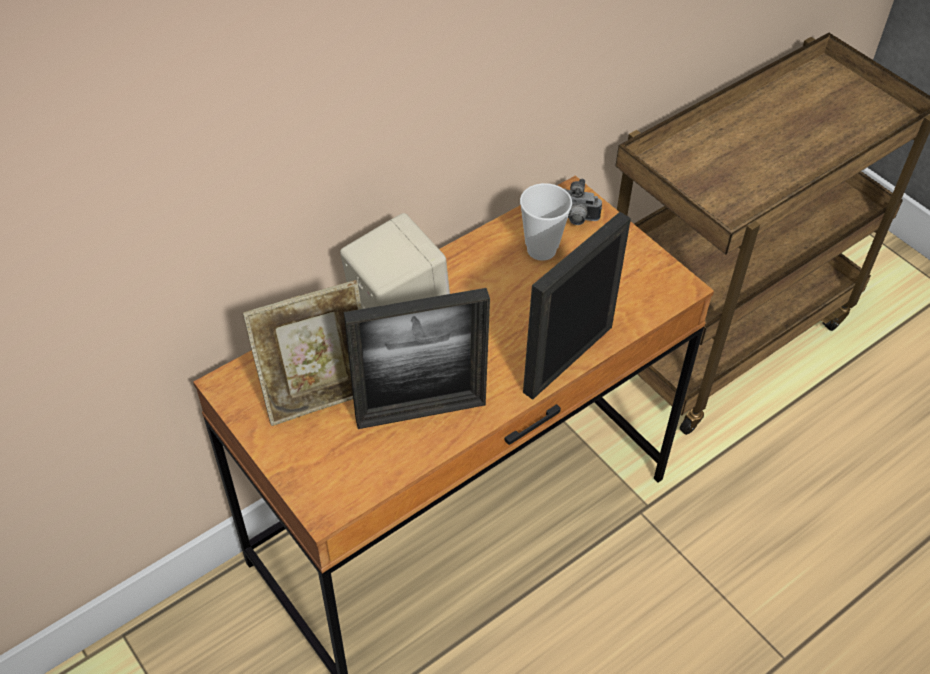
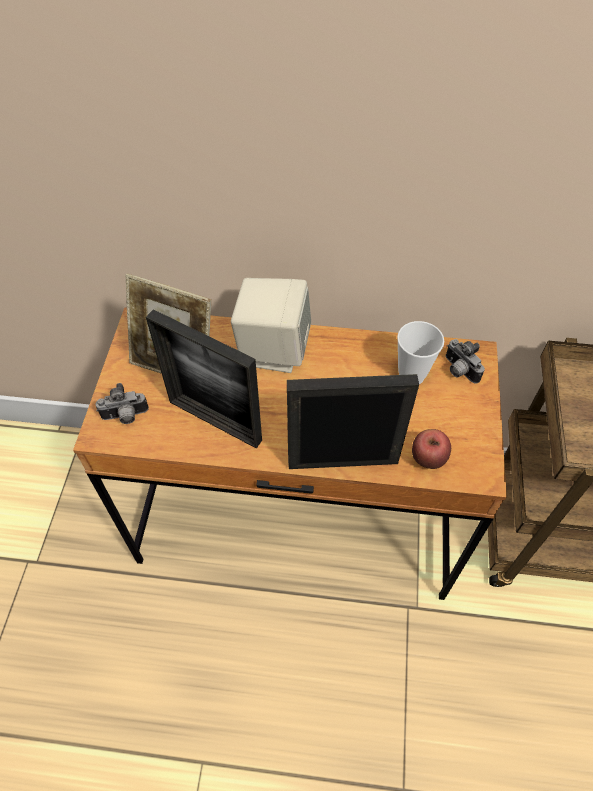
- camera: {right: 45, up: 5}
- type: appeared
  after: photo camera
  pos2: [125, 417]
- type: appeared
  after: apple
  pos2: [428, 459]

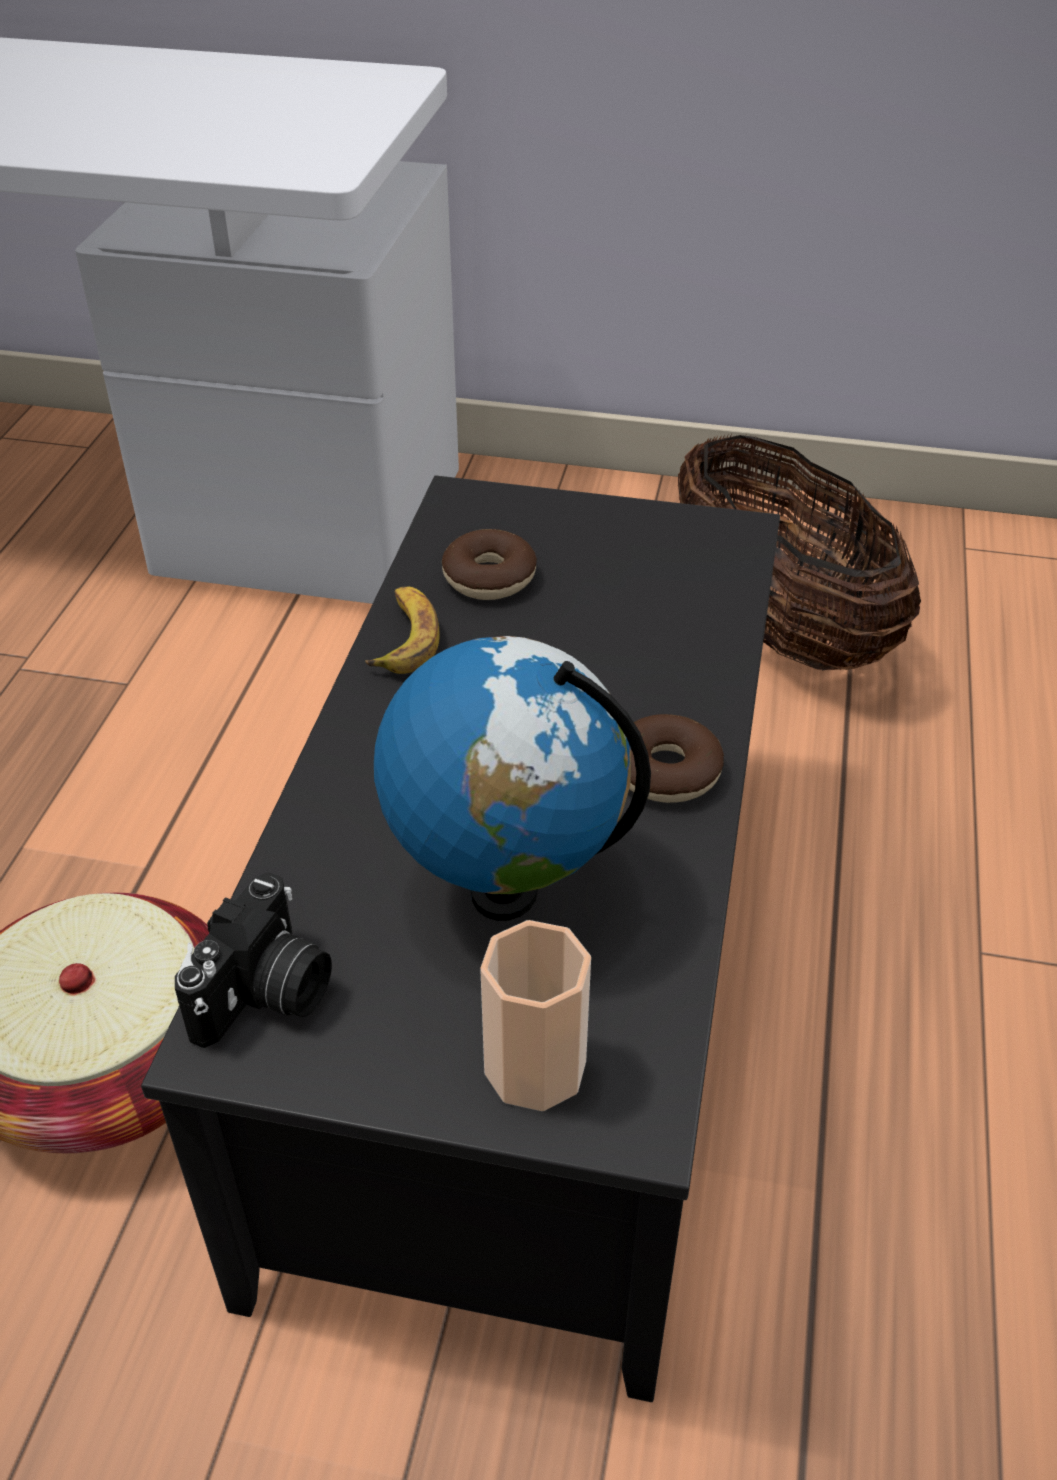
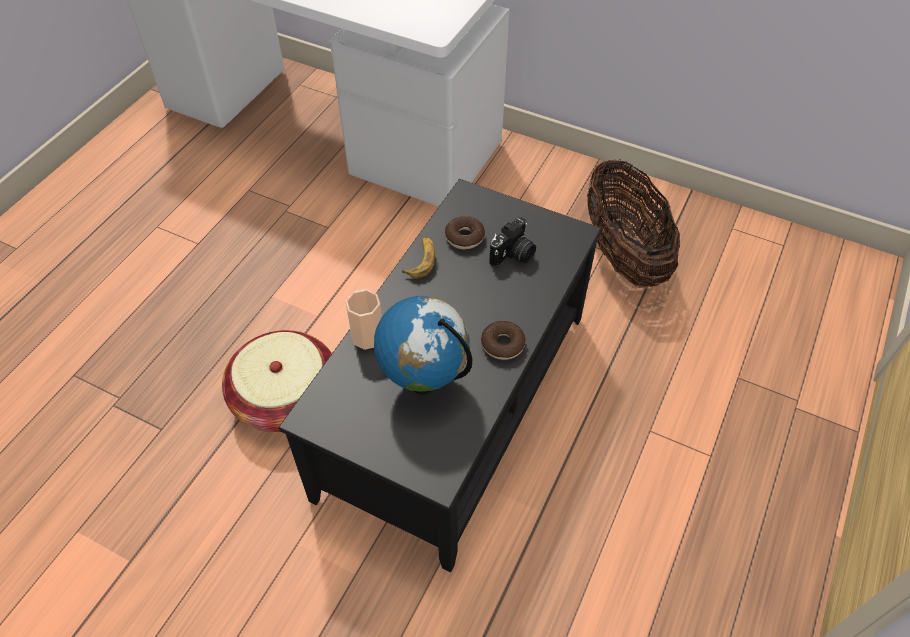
- camera: {right: 15, up: 10}
- type: relocated
  before: photo camera
  pos1: [266, 995]
  pos2: [513, 255]
- type: relocated
  before: cup
  pos1: [535, 1067]
  pos2: [367, 336]

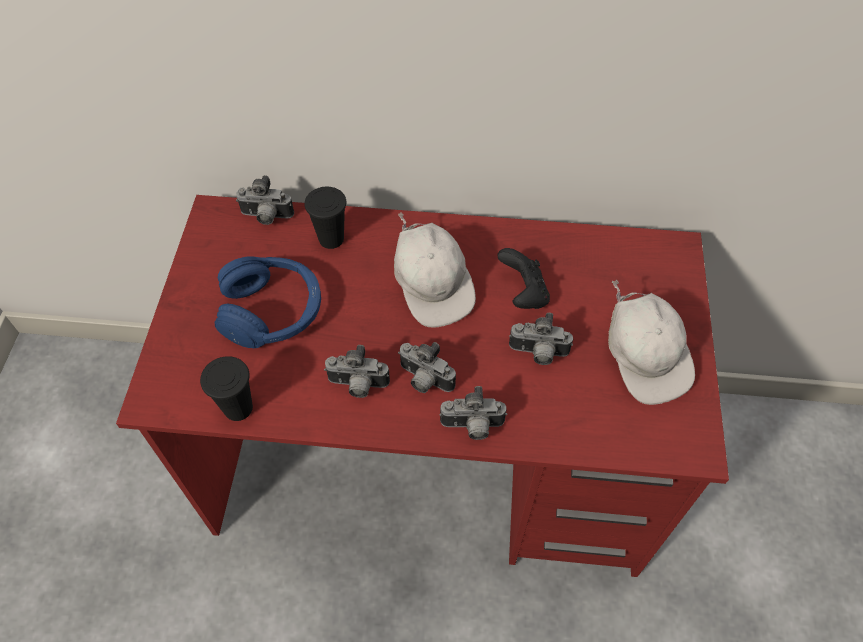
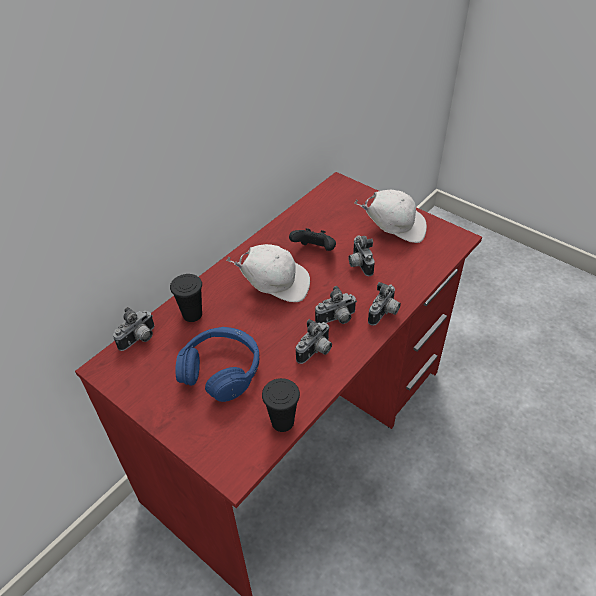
- camera: {right: -55, up: -10}
- type: spun
  before: photo camera
  pos1: [538, 354]
  pos2: [359, 264]
  turn: 120

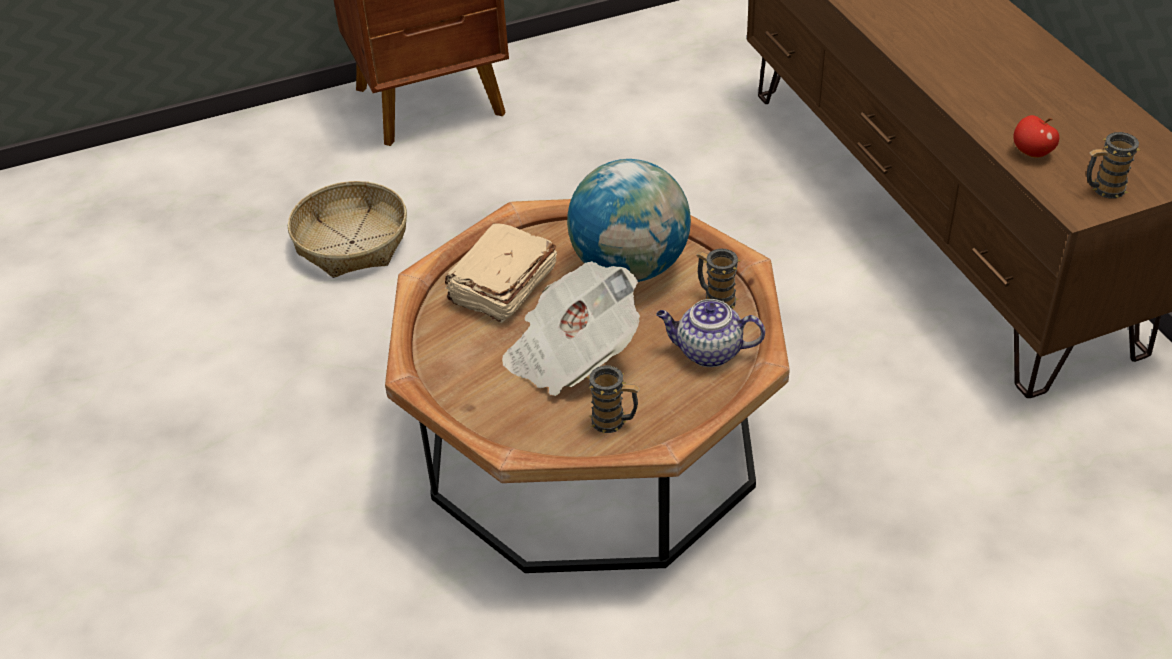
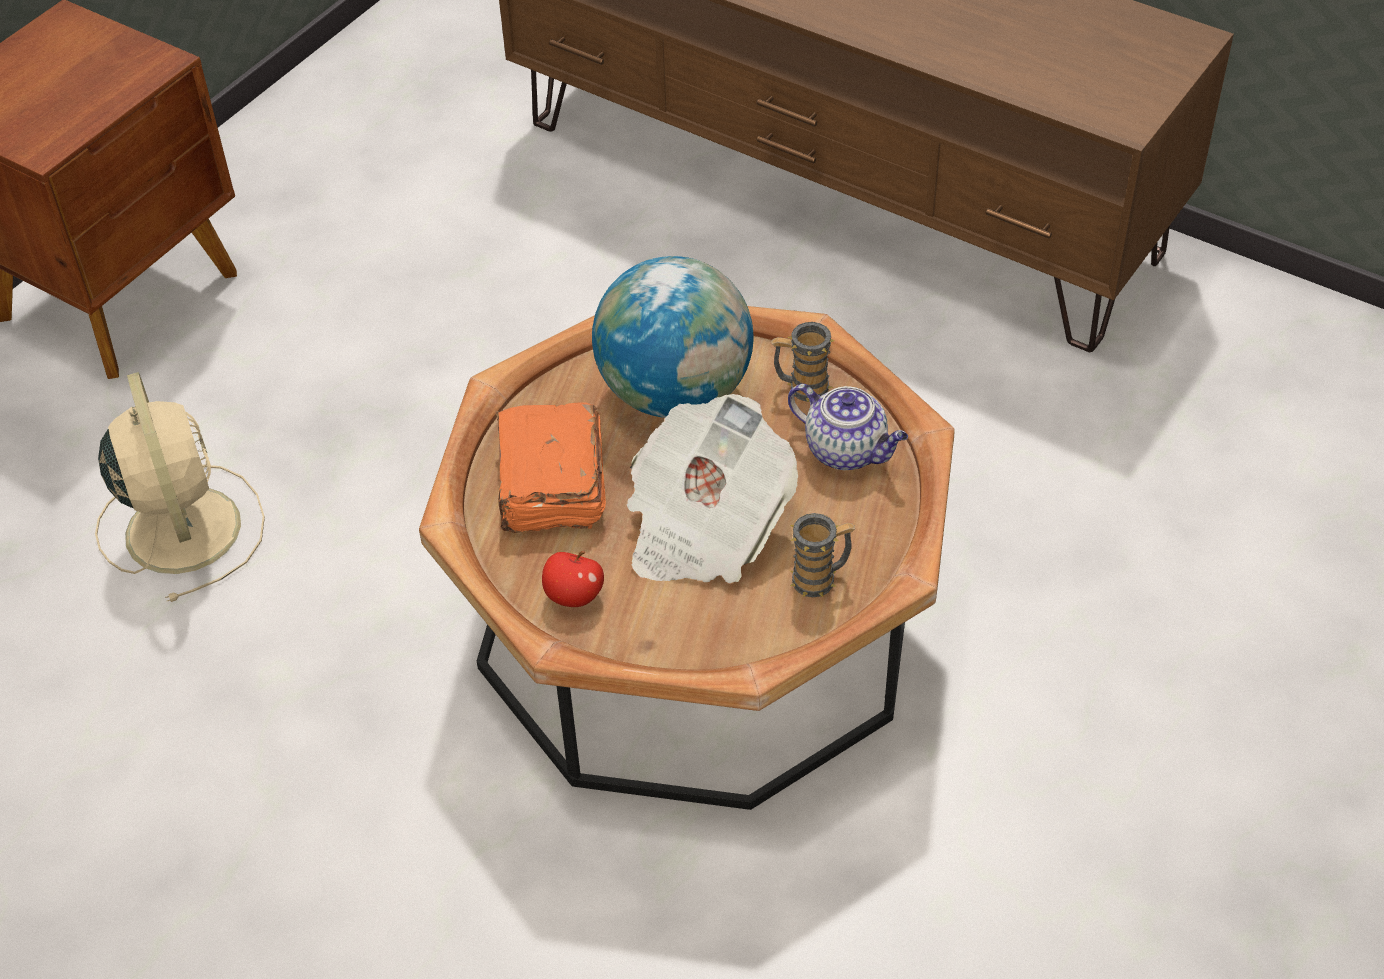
- camera: {right: -35, up: 5}
- type: exchanged
  before: basket
  after: fan (beige)
  pos1: [351, 242]
  pos2: [182, 526]
- type: colour
  before: book (beige)
  after: book (orange)
  pos1: [501, 287]
  pos2: [550, 486]
- type: spun
  before: teapot
  pos1: [708, 352]
  pos2: [847, 451]
  turn: -120
- type: relocated
  before: apple
  pos1: [1032, 152]
  pos2: [573, 596]
- type: missing
  before: mug
  pos1: [1103, 190]

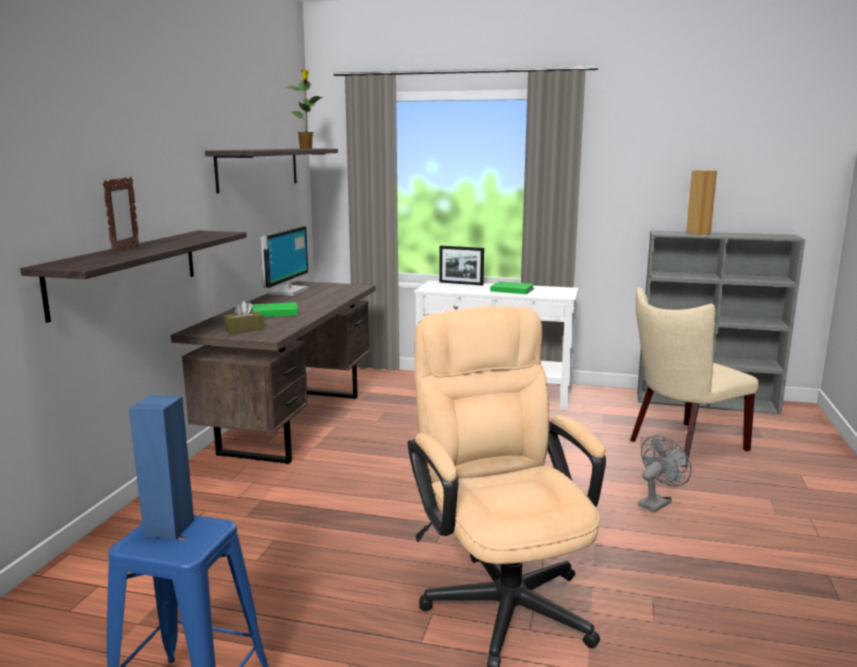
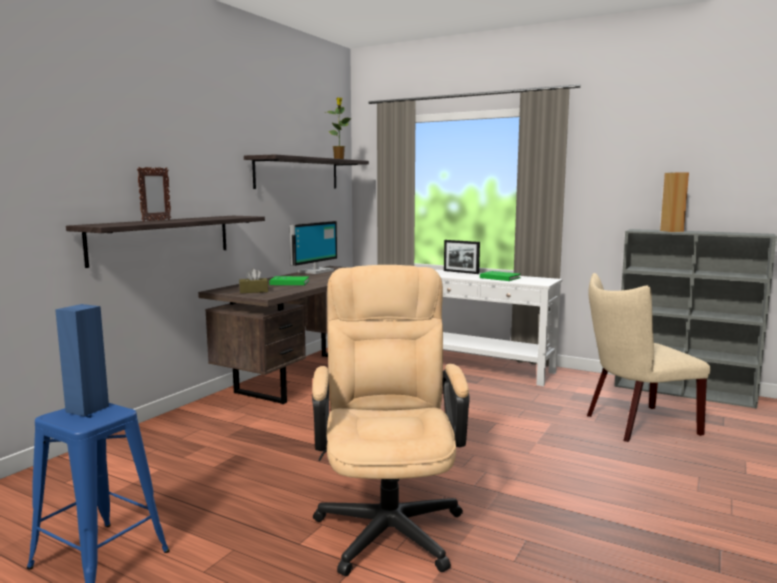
- camera: {right: 15, up: -5}
- type: missing
  before: fan (grey)
  pos1: [657, 502]

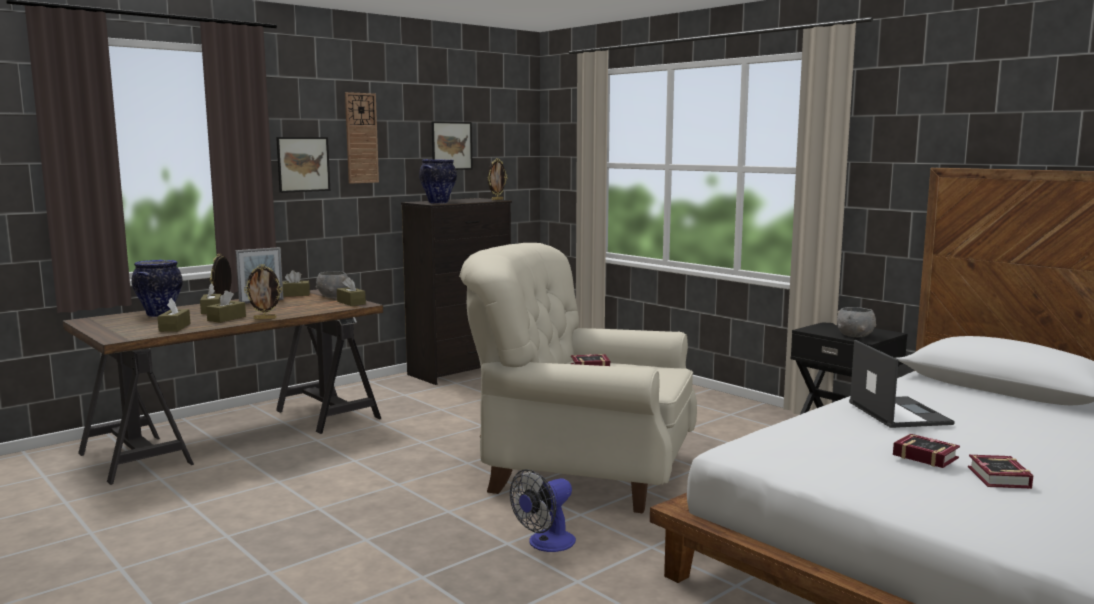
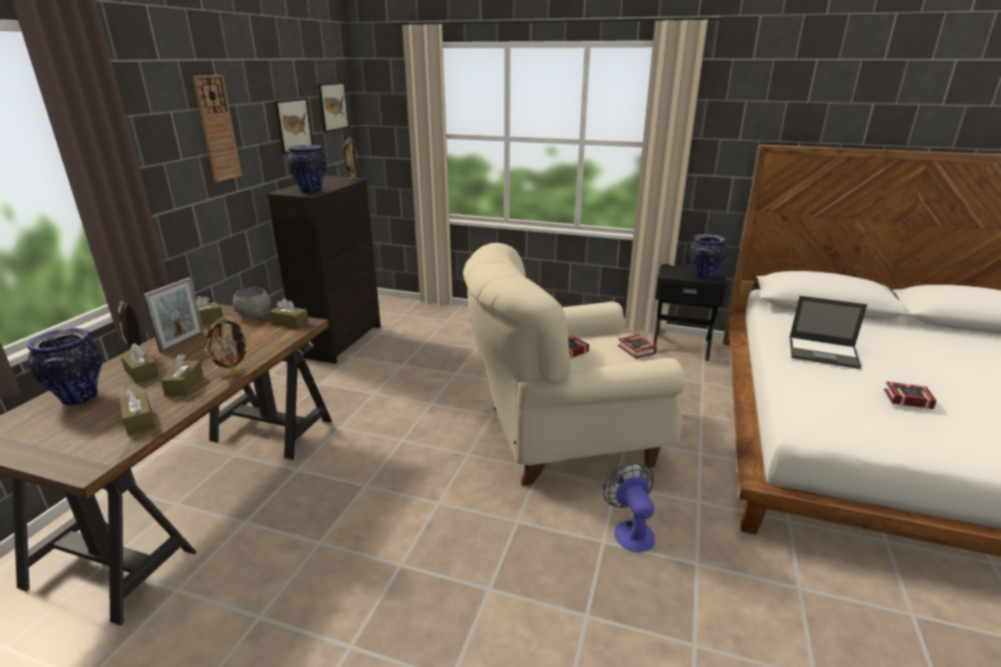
- camera: {right: -30, up: 15}
- type: relocated
  before: picture
  pos1: [303, 164]
  pos2: [333, 106]
- type: spun
  before: fan
  pos1: [545, 544]
  pos2: [630, 530]
  turn: 150
- type: exchanged
  before: bowl (grey)
  after: vase
  pos1: [855, 336]
  pos2: [703, 276]
- type: spun
  before: laptop
  pos1: [898, 412]
  pos2: [824, 353]
  turn: 150
- type: relocated
  before: book
  pos1: [998, 478]
  pos2: [636, 350]

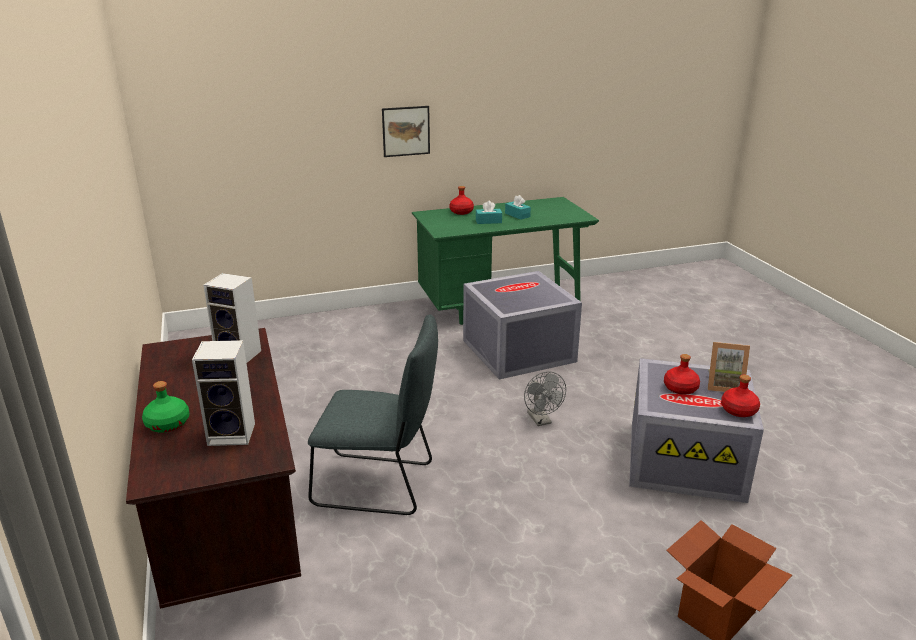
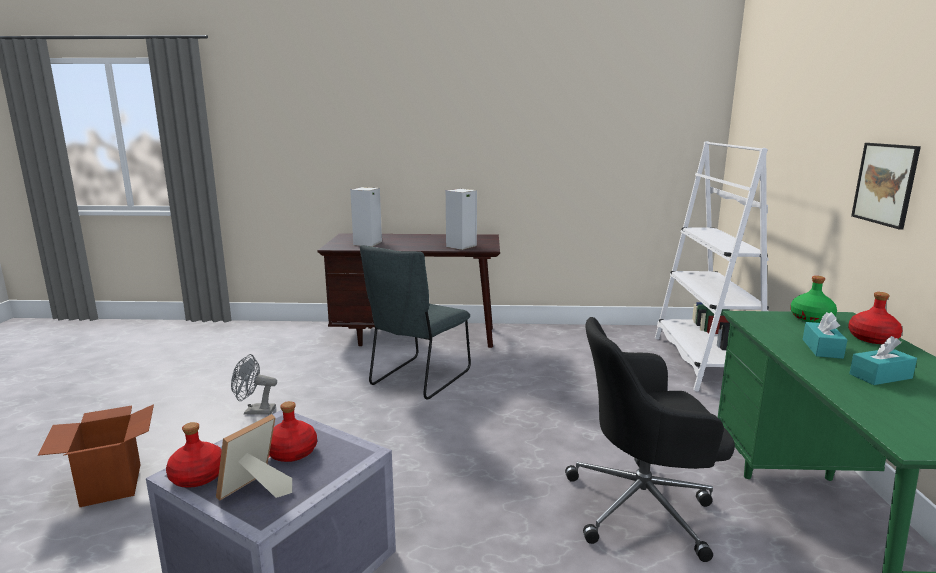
- camera: {right: 110, up: -10}
- type: relocated
  before: bottle (green)
  pos1: [168, 424]
  pos2: [811, 318]
- type: exchanged
  before: storage box (grey)
  after: office chair (black)
  pos1: [518, 352]
  pos2: [643, 507]
- type: relocated
  before: fan (grey)
  pos1: [541, 420]
  pos2: [255, 411]
- type: appeared
  after: bookcase (white)
  pos2: [705, 362]

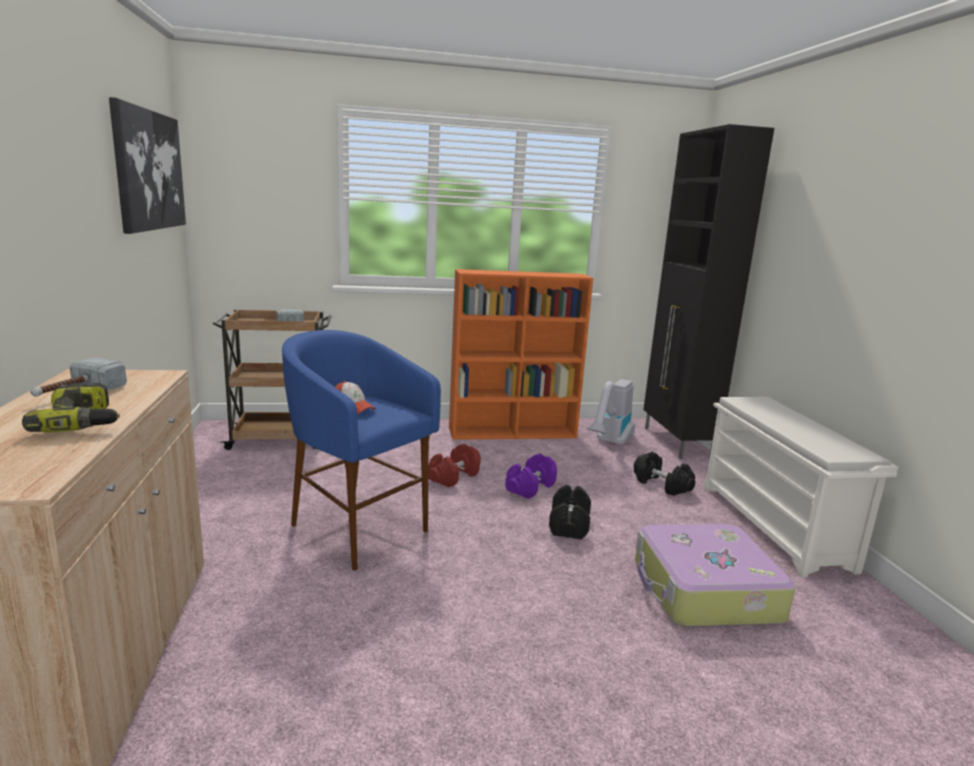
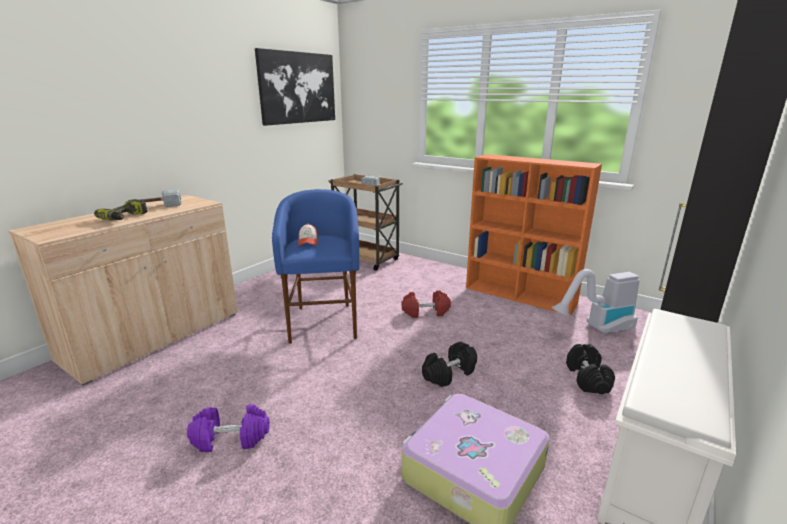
- camera: {right: 45, up: 5}
- type: relocated
  before: dumbbell (purple)
  pos1: [530, 487]
  pos2: [231, 438]

